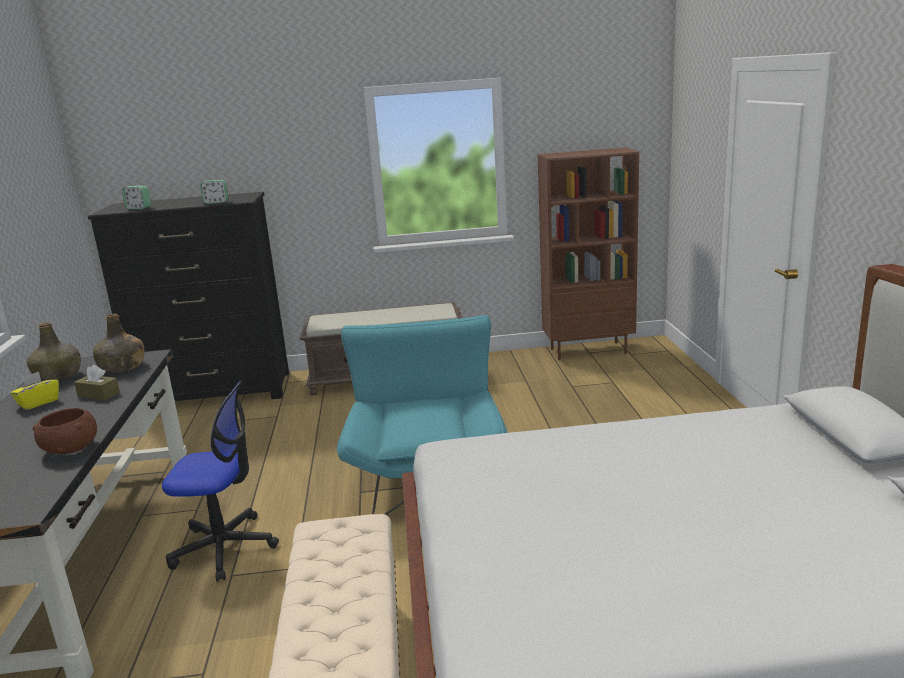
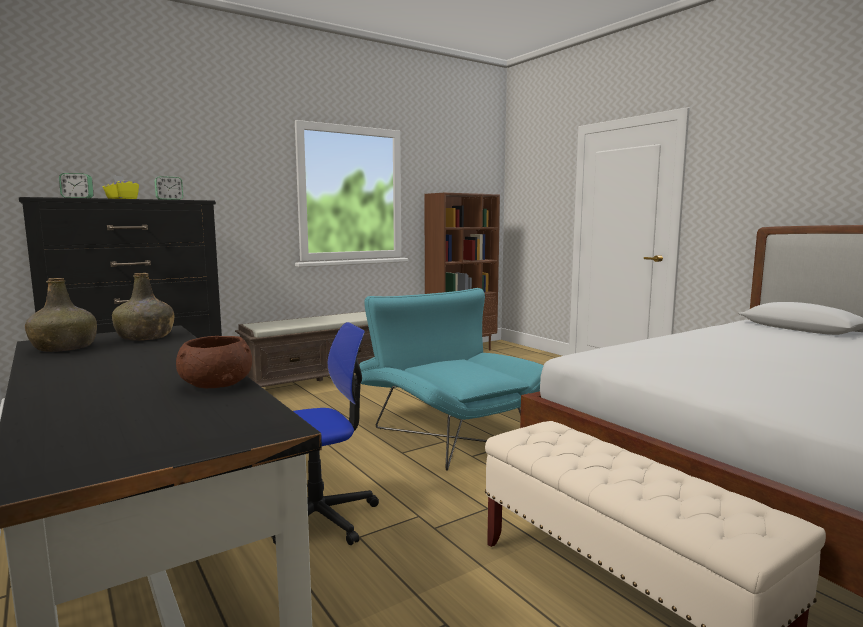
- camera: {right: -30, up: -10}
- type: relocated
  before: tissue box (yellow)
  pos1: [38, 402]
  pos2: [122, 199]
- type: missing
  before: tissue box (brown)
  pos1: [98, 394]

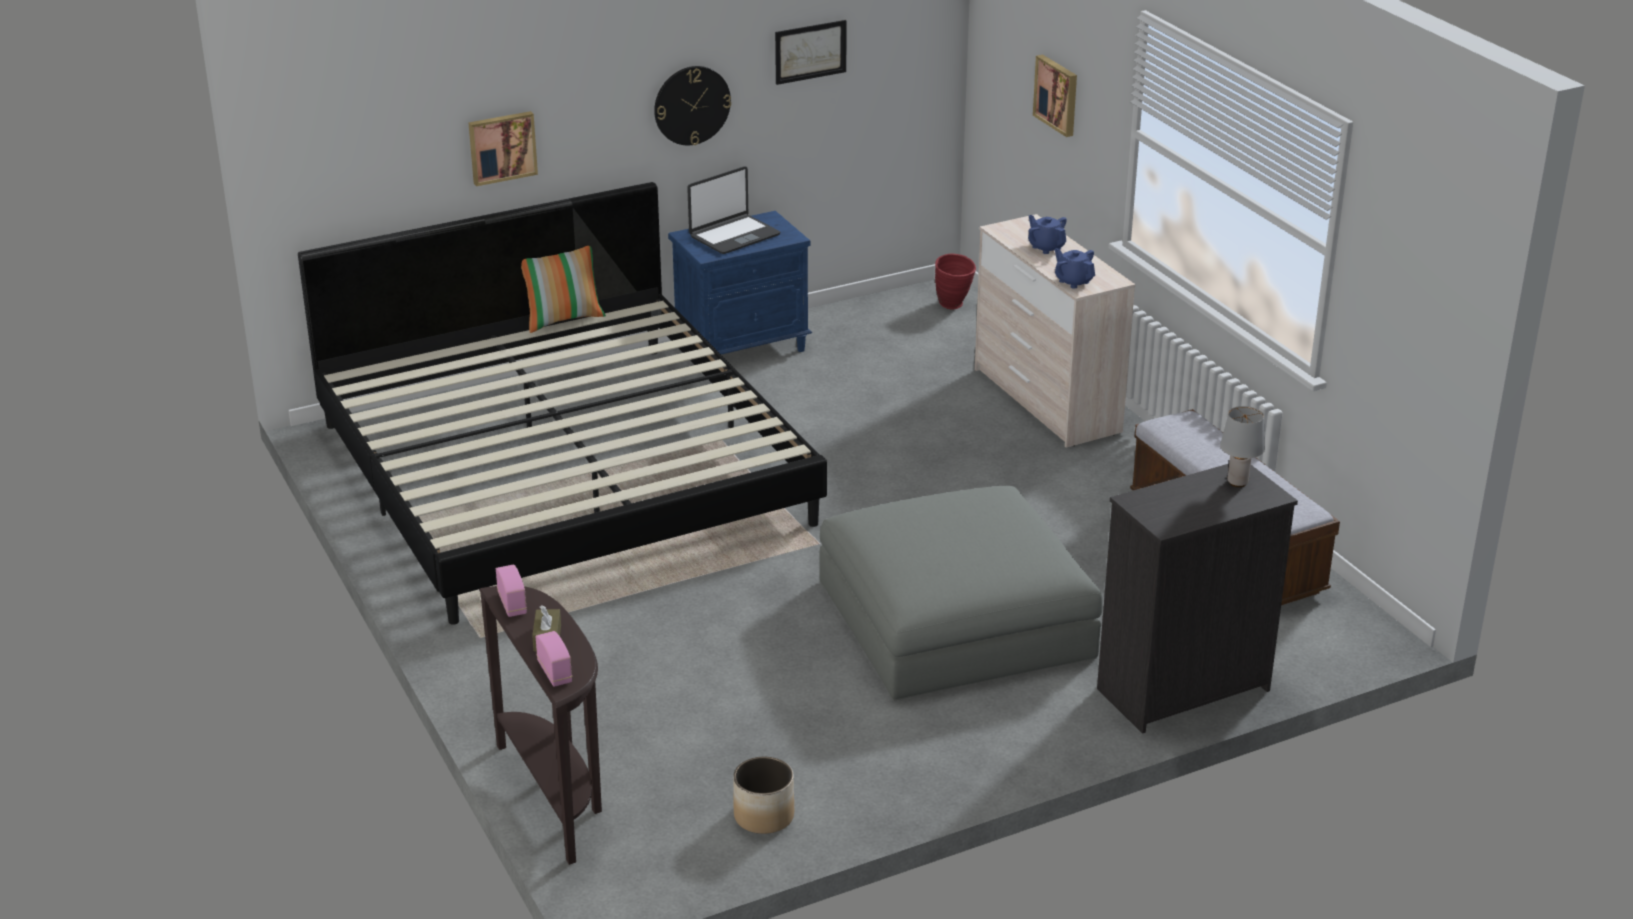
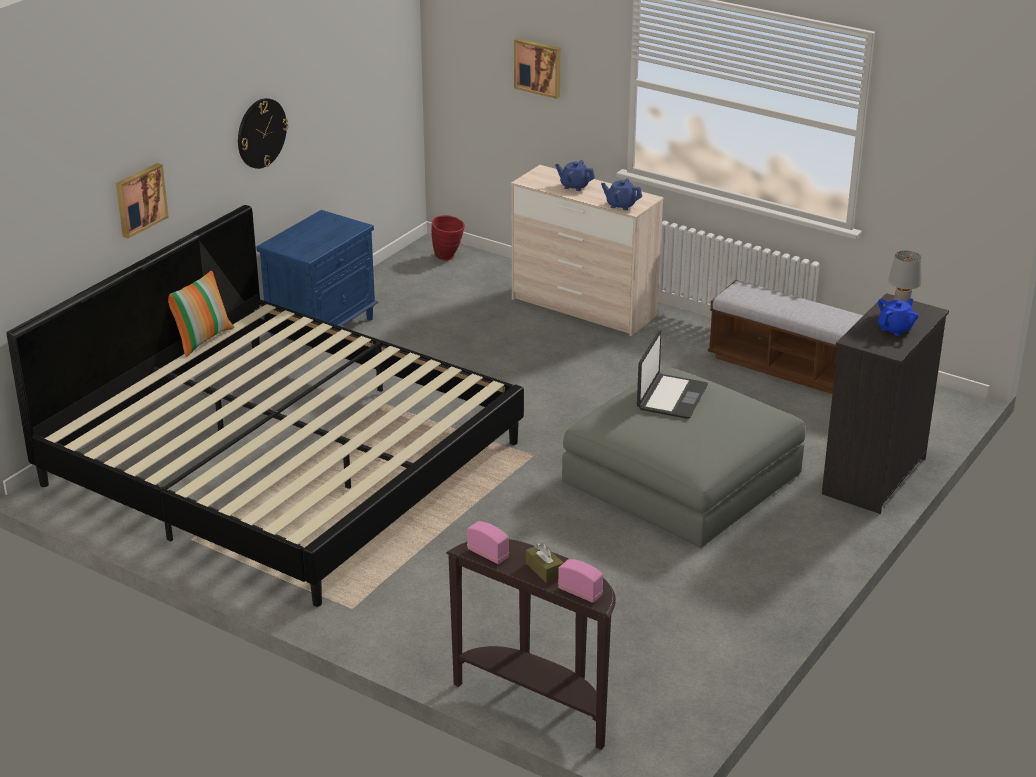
- camera: {right: -30, up: 0}
- type: relocated
  before: laptop
  pos1: [734, 235]
  pos2: [671, 397]
- type: missing
  before: planter
  pos1: [763, 816]
- type: missing
  before: picture
  pos1: [810, 51]
- type: appeared
  after: teapot (blue)
  pos2: [895, 329]

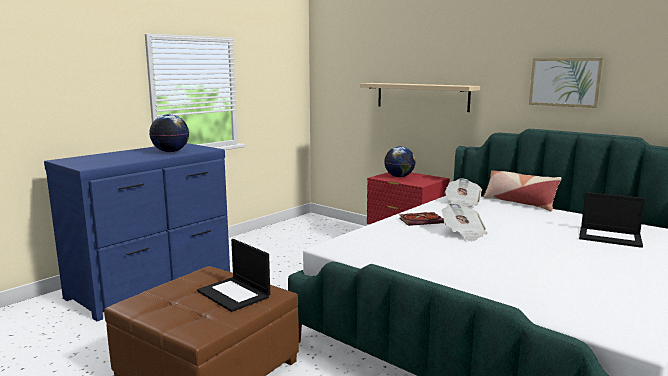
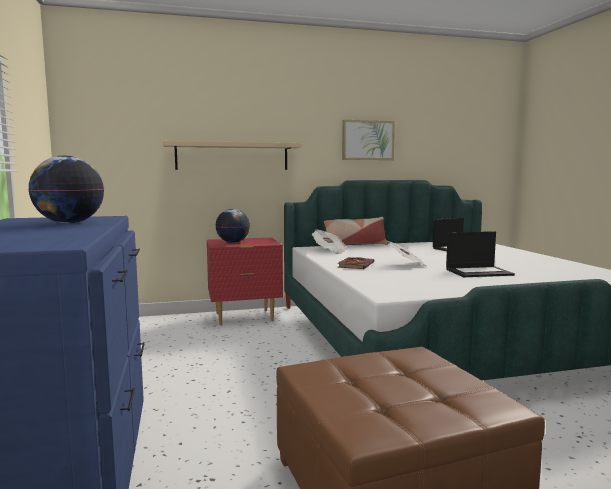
- camera: {right: -55, up: -5}
- type: relocated
  before: laptop
  pos1: [234, 294]
  pos2: [479, 272]

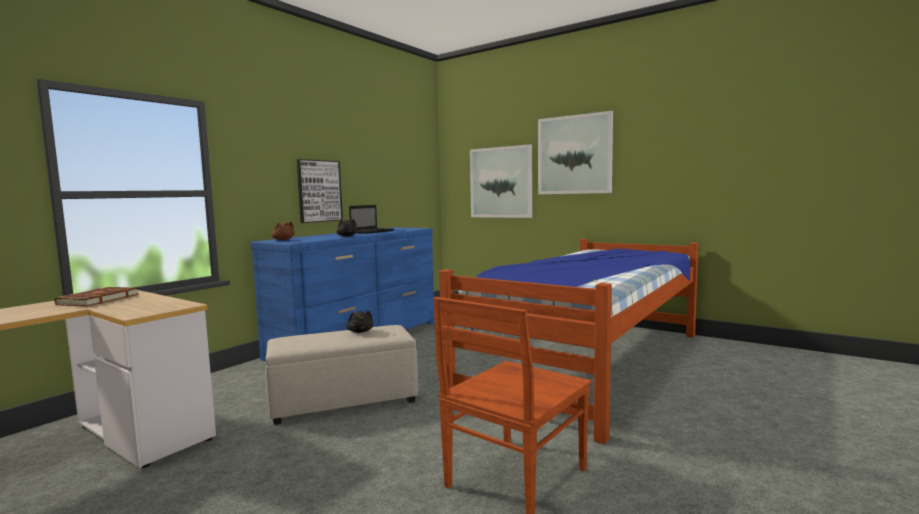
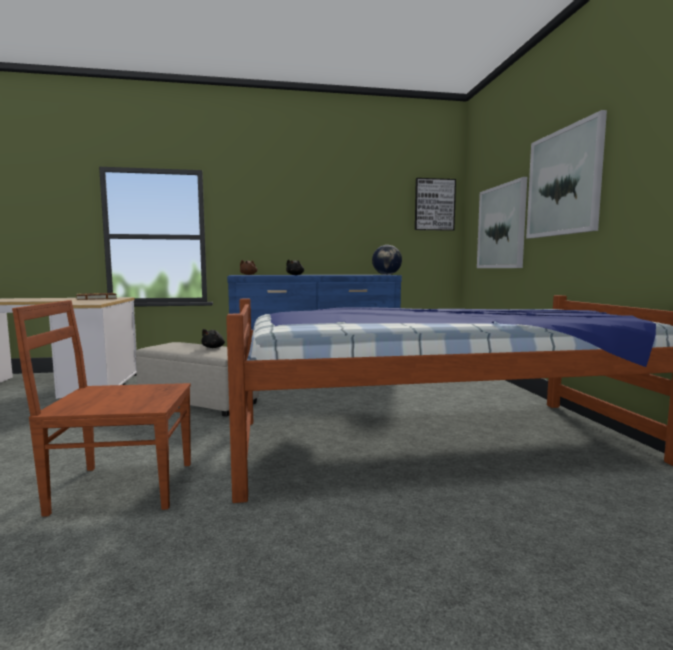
- camera: {right: 45, up: 0}
- type: relocated
  before: picture
  pos1: [319, 191]
  pos2: [434, 204]
- type: missing
  before: laptop
  pos1: [372, 231]
- type: appeared
  after: globe
  pos2: [387, 274]

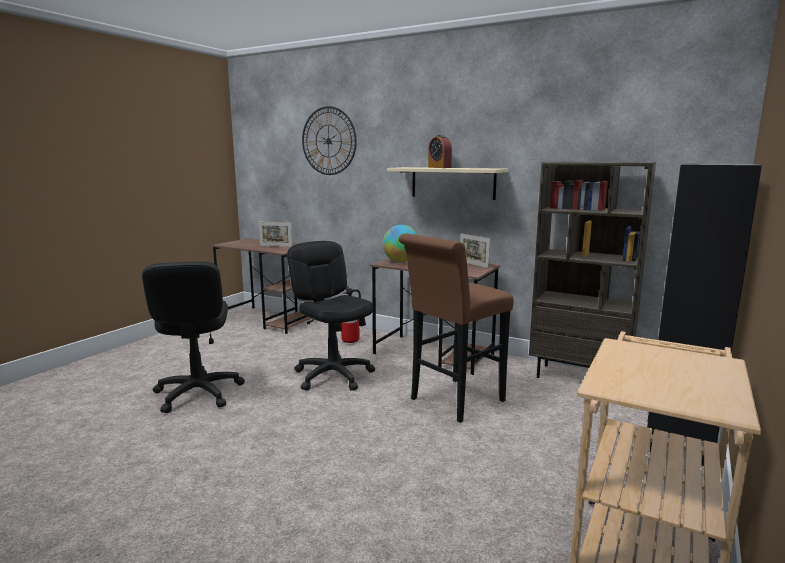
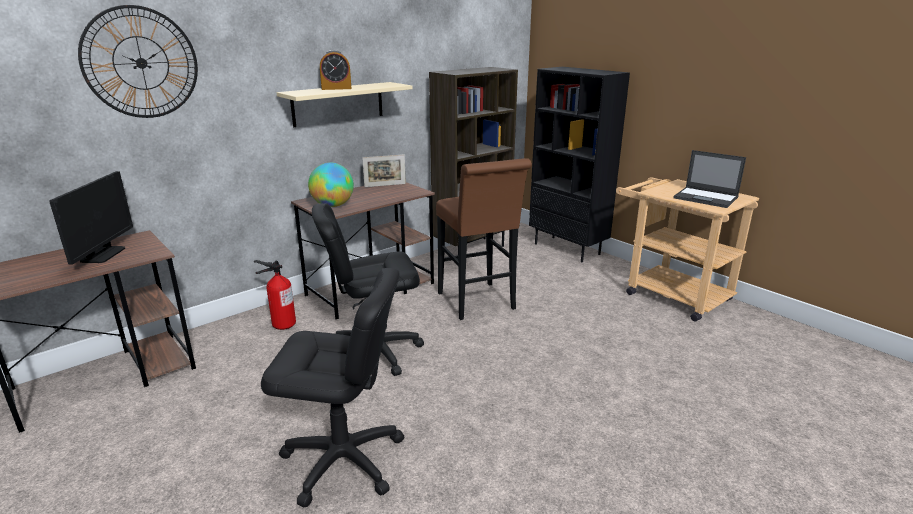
- camera: {right: -70, up: 10}
- type: exchanged
  before: picture frame
  after: monitor
  pos1: [276, 246]
  pos2: [103, 254]
- type: appeared
  after: laptop
  pos2: [706, 198]

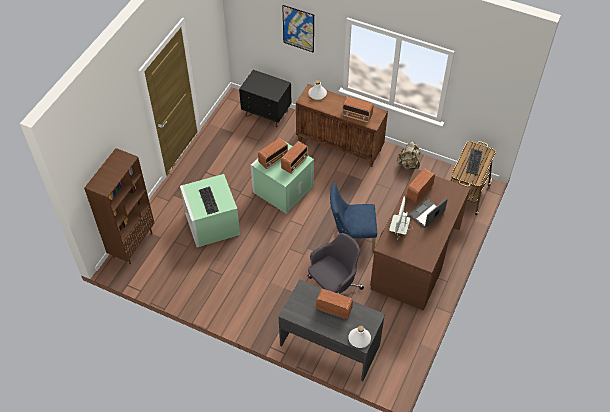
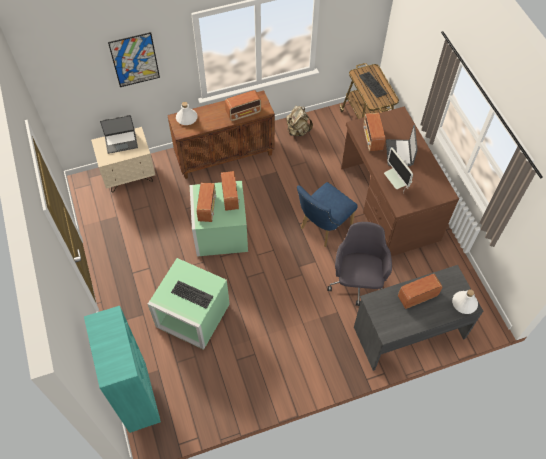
- camera: {right: -45, up: 5}
- type: colour
  before: bookcase (brown)
  after: bookcase (turquoise)
  pos1: [132, 244]
  pos2: [139, 401]
- type: colour
  before: nightstand (black)
  after: nightstand (beige)
  pos1: [266, 114]
  pos2: [129, 176]
- type: appeared
  after: laptop
  pos2: [121, 141]

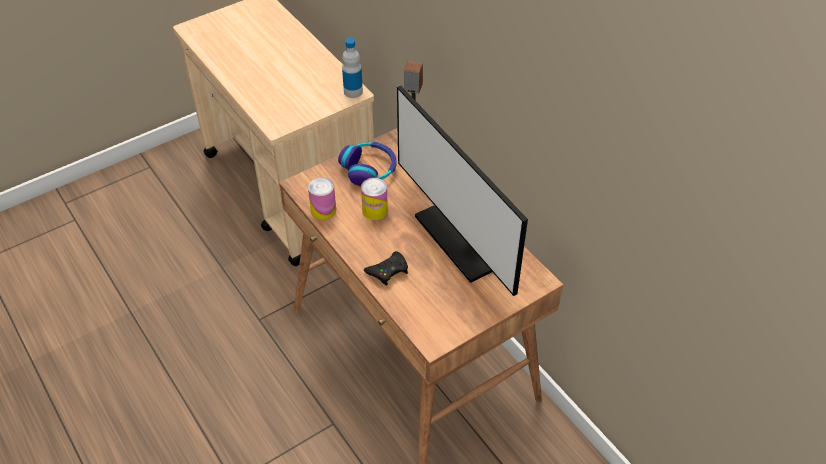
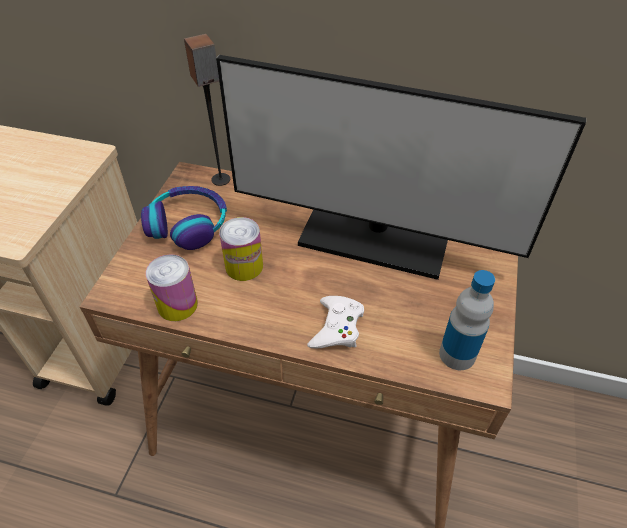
- camera: {right: -40, up: 0}
- type: relocated
  before: bottle
  pos1: [353, 92]
  pos2: [457, 354]
- type: colour
  before: game controller (black)
  after: game controller (white)
  pos1: [388, 271]
  pos2: [337, 327]

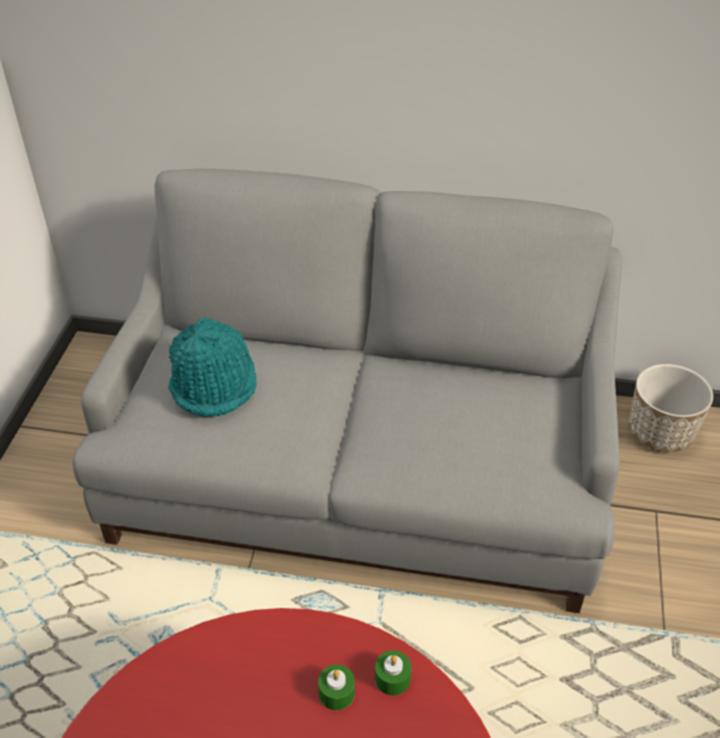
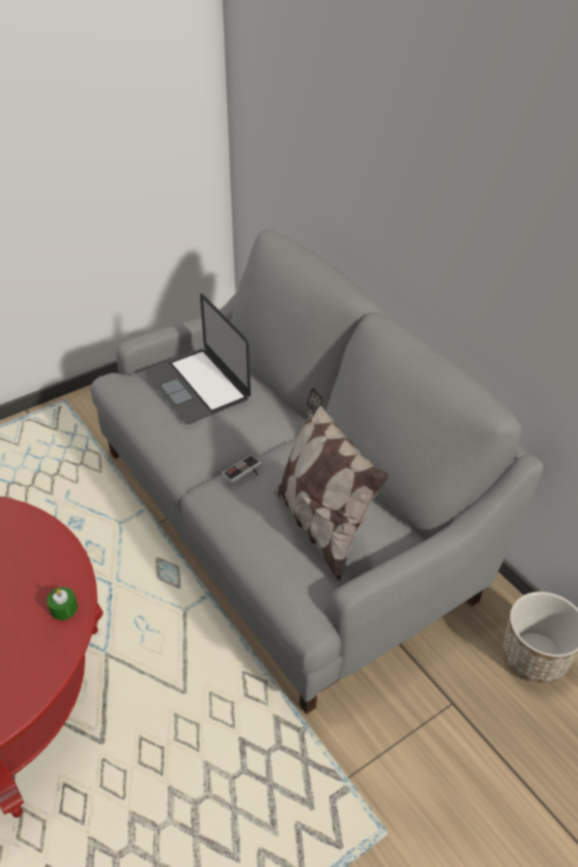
- camera: {right: 45, up: 0}
- type: exchanged
  before: hat (turquoise)
  after: laptop
  pos1: [214, 383]
  pos2: [197, 385]
- type: missing
  before: candle (green)
  pos1: [336, 693]
- type: appeared
  after: game controller
  pos2: [244, 474]
- type: appeared
  after: pillow
  pos2: [321, 525]

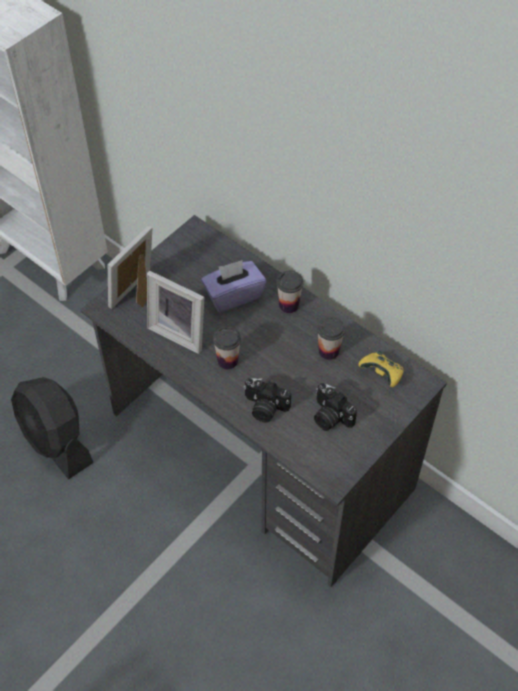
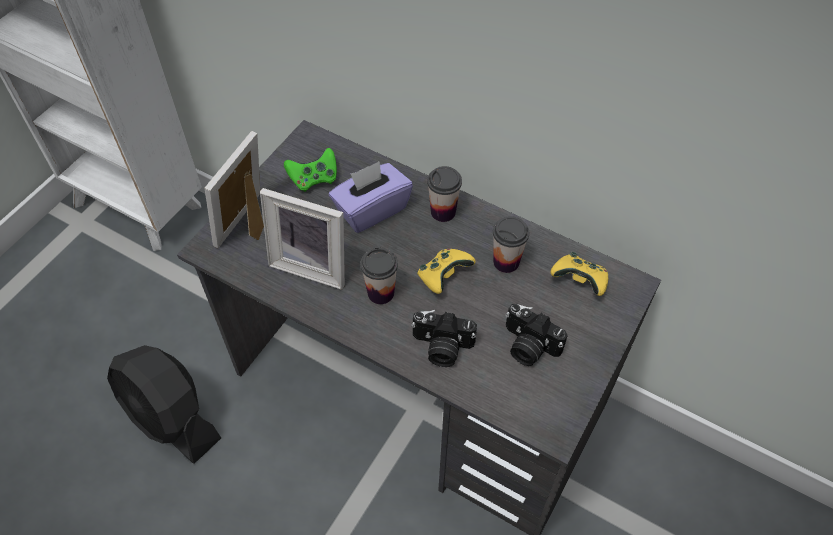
- camera: {right: -10, up: 0}
- type: appeared
  after: game controller (green)
  pos2: [314, 179]
- type: appeared
  after: game controller (yellow)
  pos2: [443, 277]

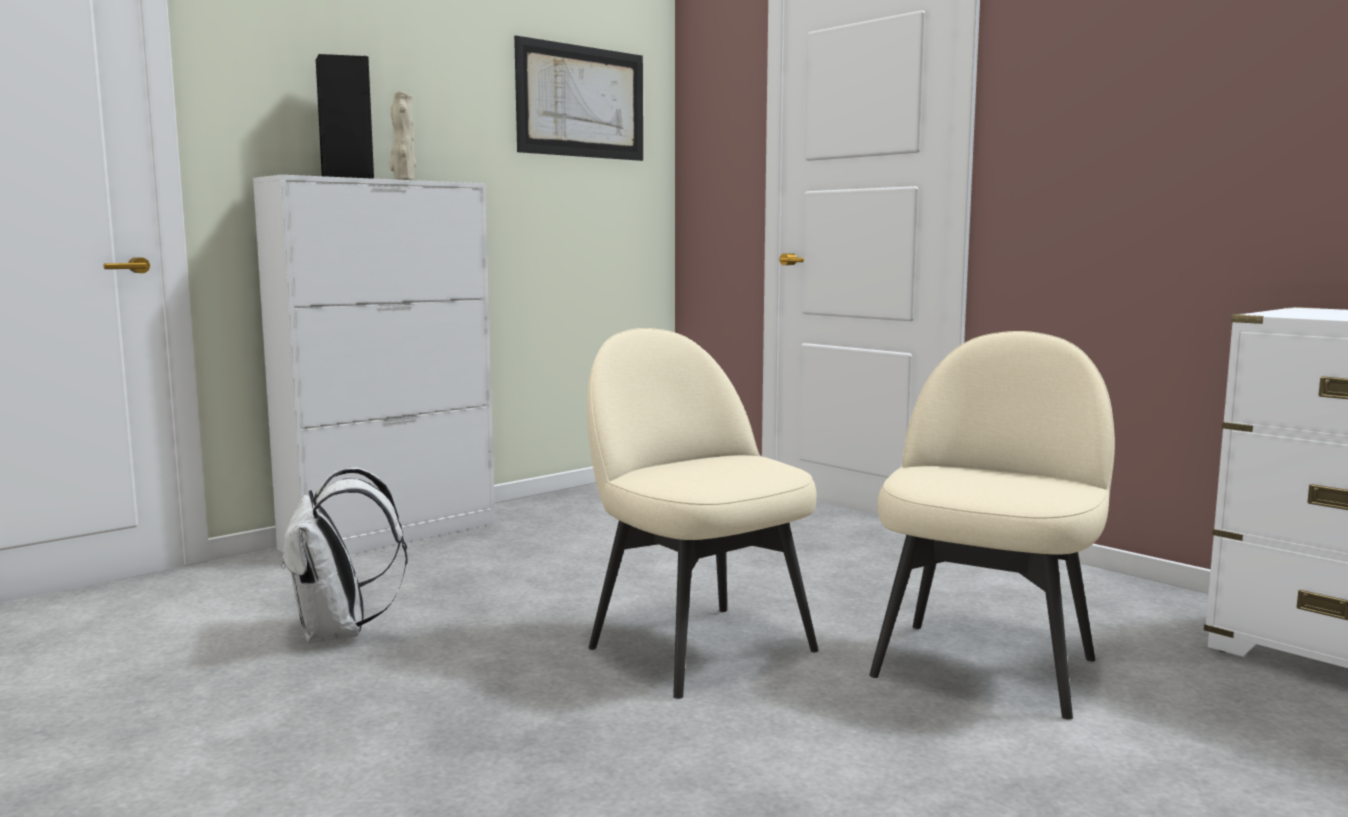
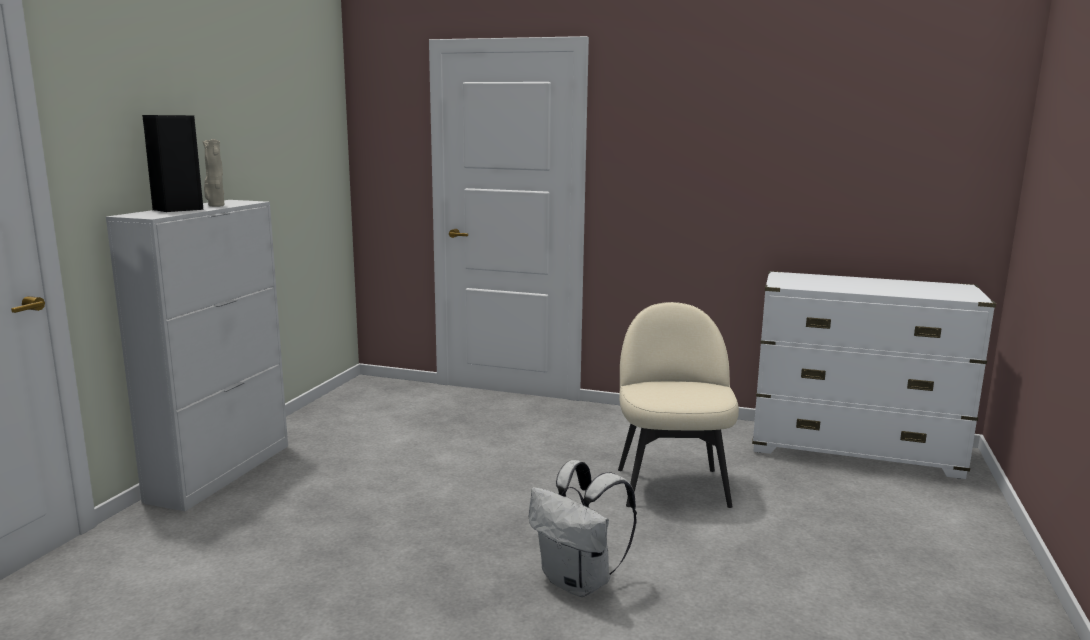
- camera: {right: -30, up: 5}
- type: relocated
  before: backpack (white)
  pos1: [340, 633]
  pos2: [579, 582]
- type: missing
  before: picture
  pos1: [581, 102]
- type: missing
  before: chair (beige)
  pos1: [698, 647]

